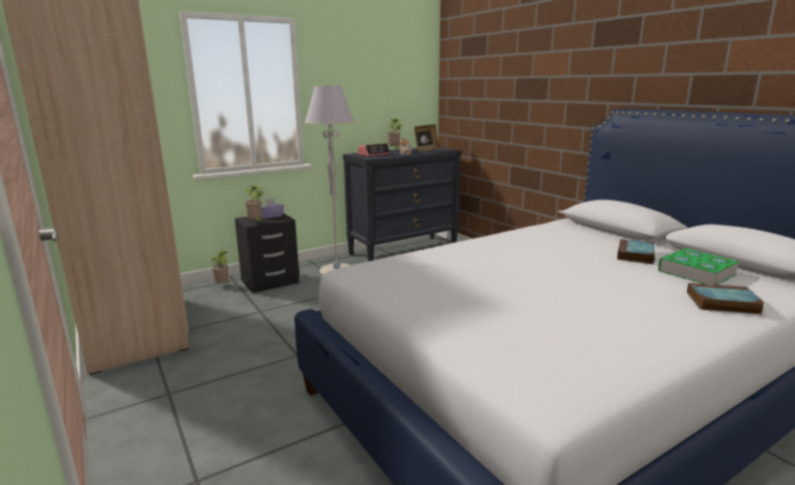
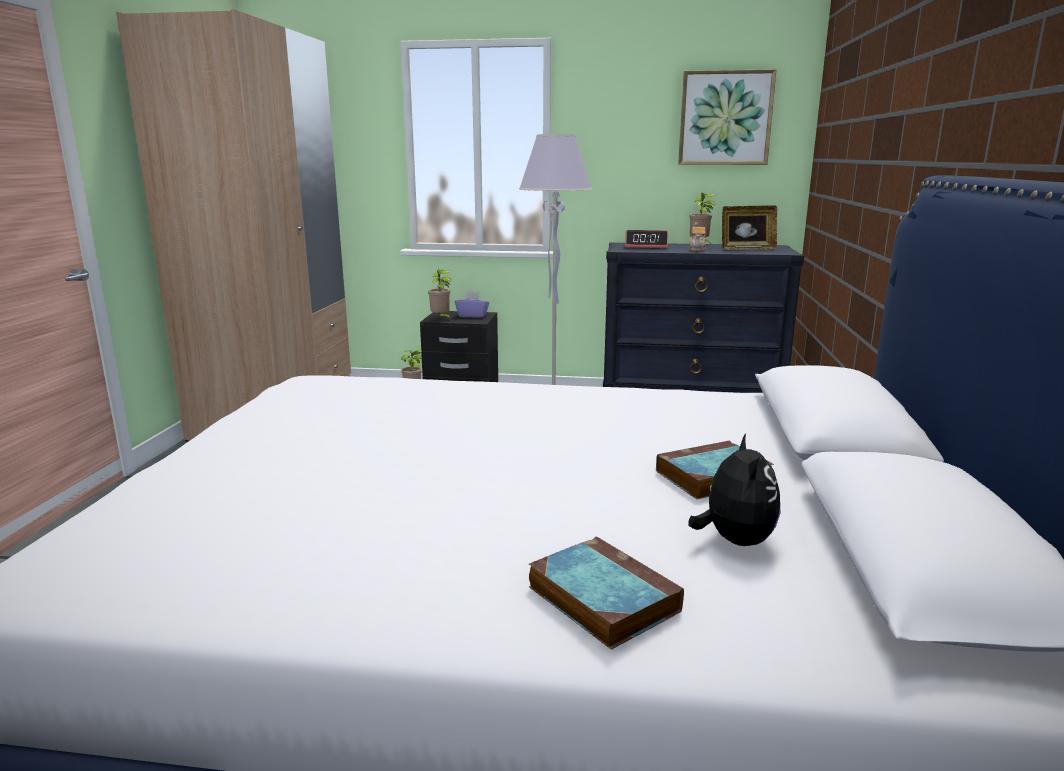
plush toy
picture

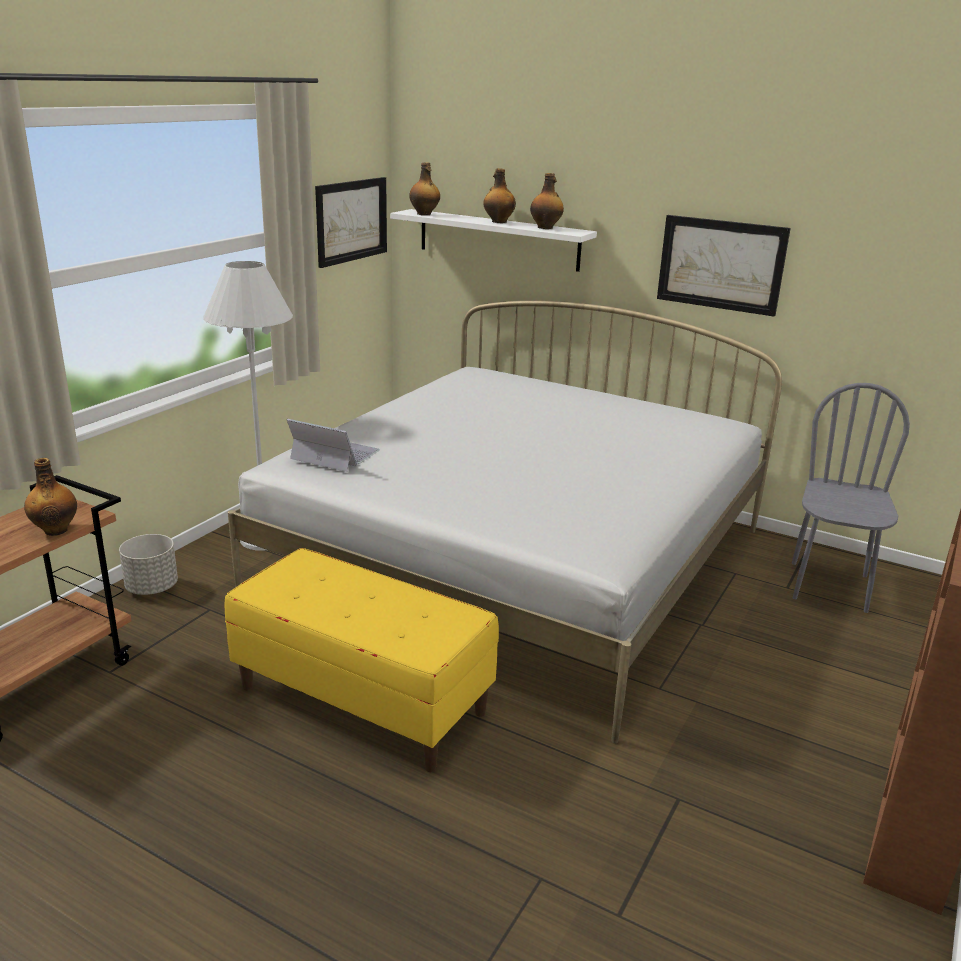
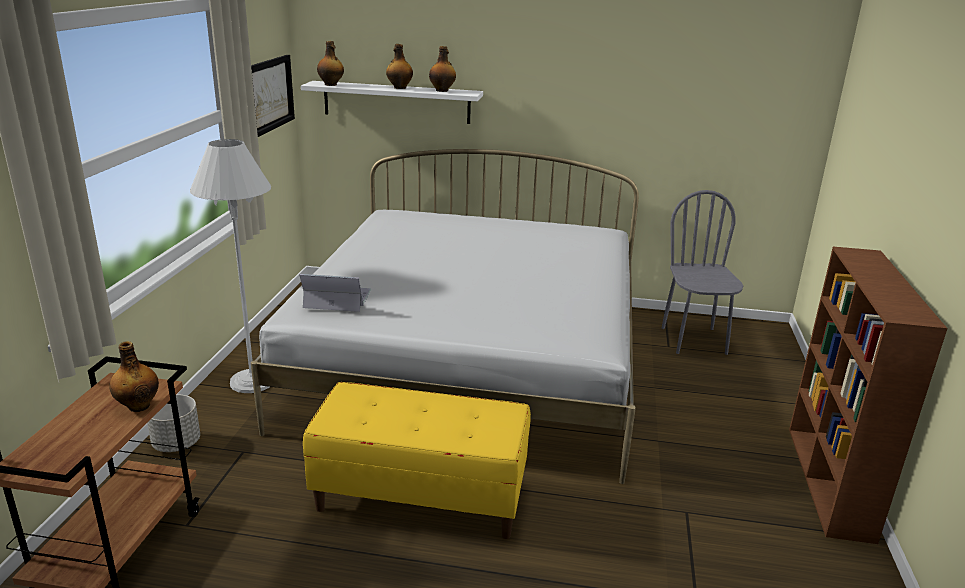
picture (2nd from left in the first image)

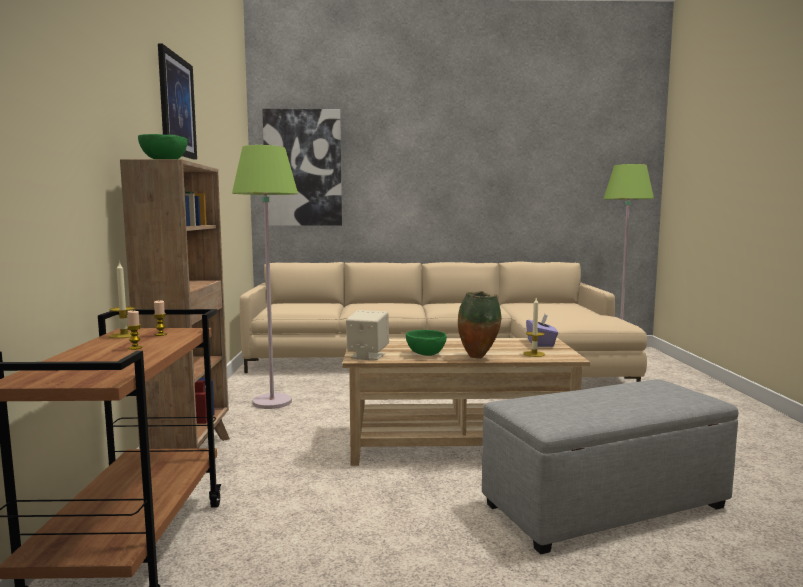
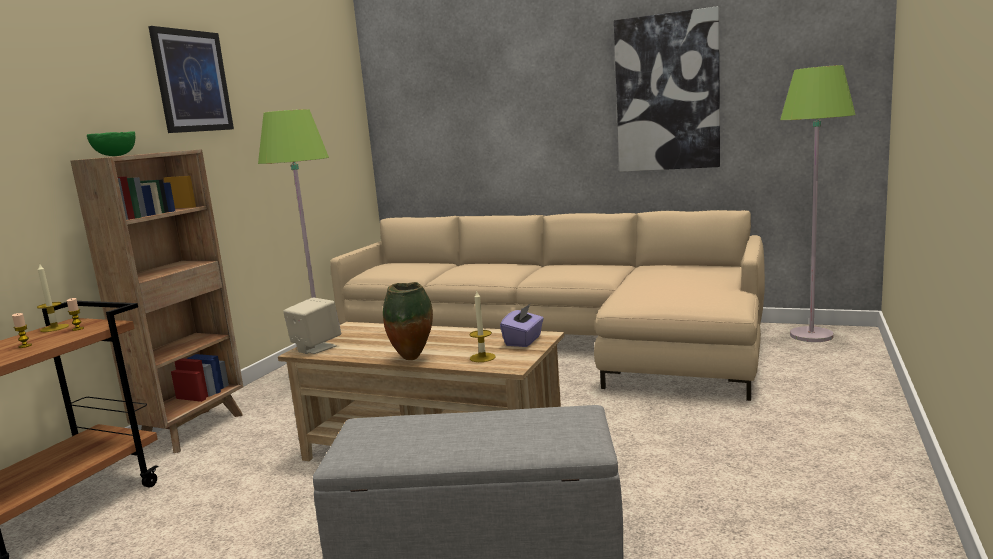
picture (2nd from left)
green bowl (2nd from left in the first image)

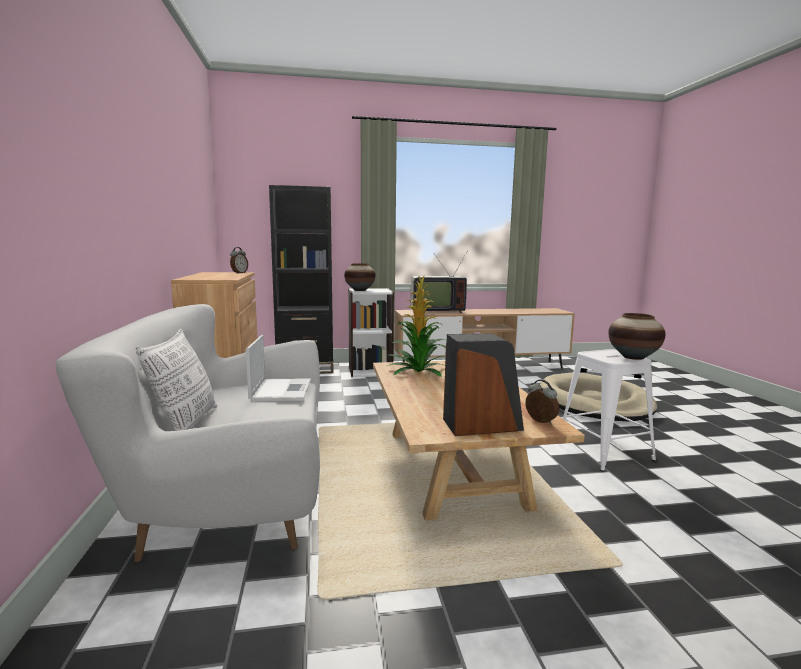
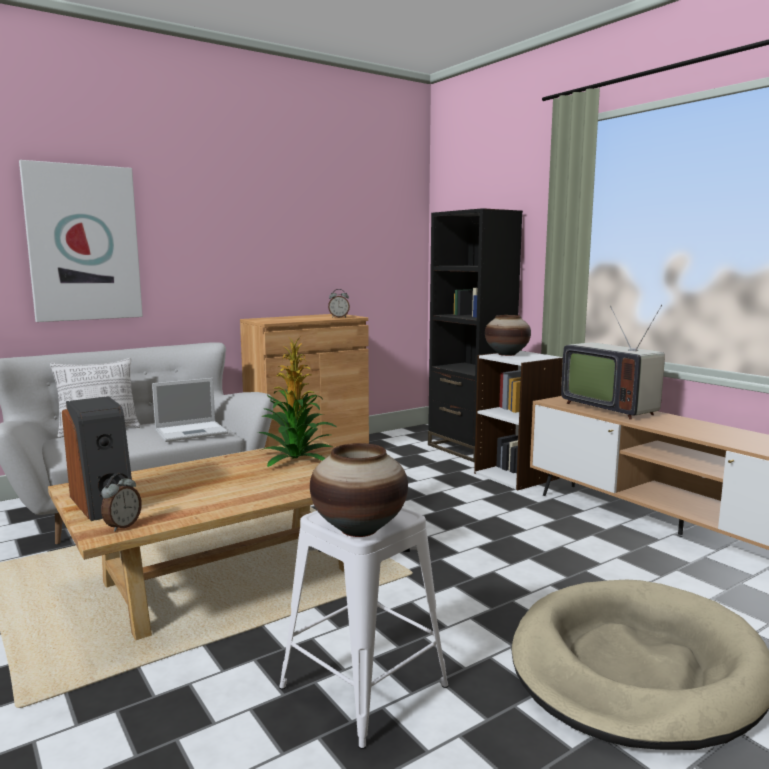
picture

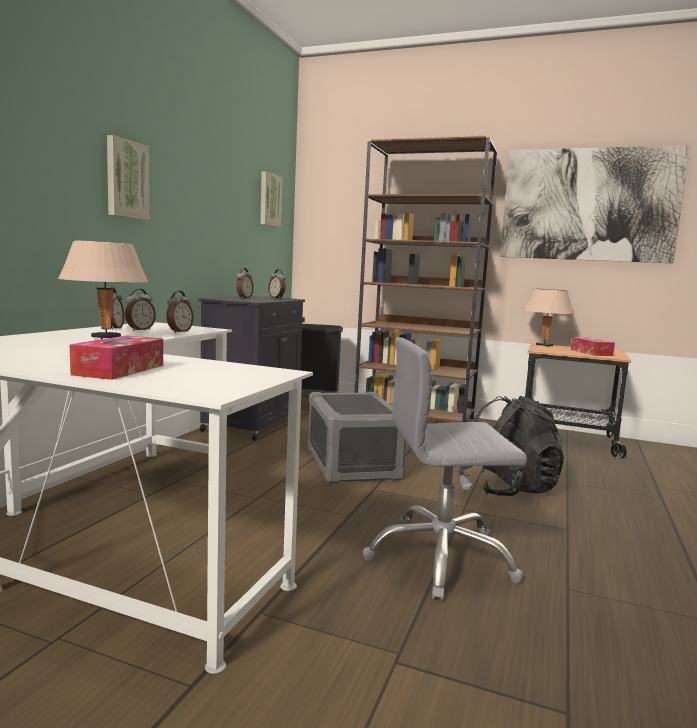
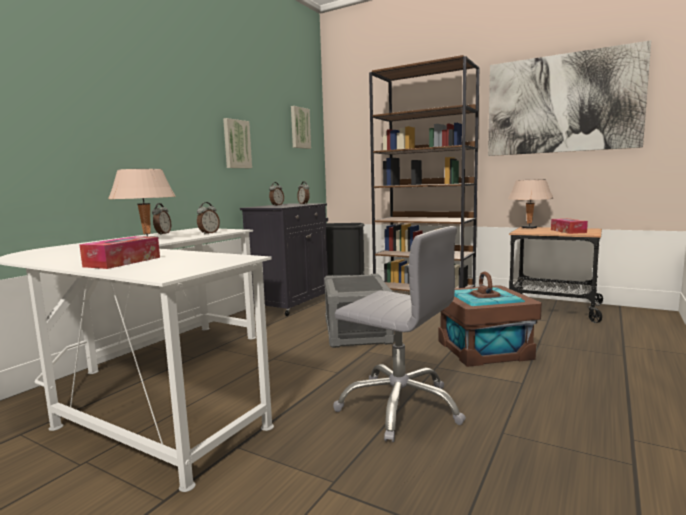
picture (1st from left)
alarm clock (2nd from left in the first image)
grey office chair
brown storage box

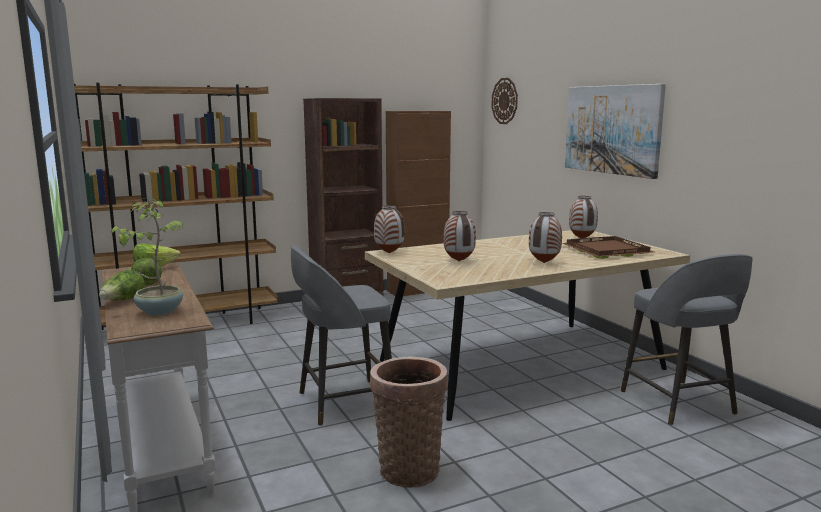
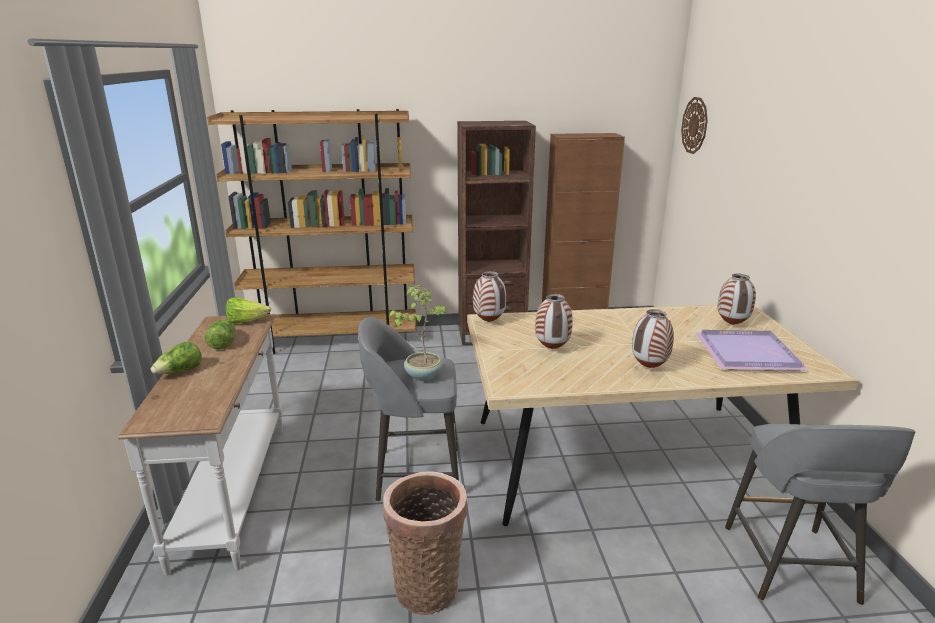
potted plant
purple tray
picture

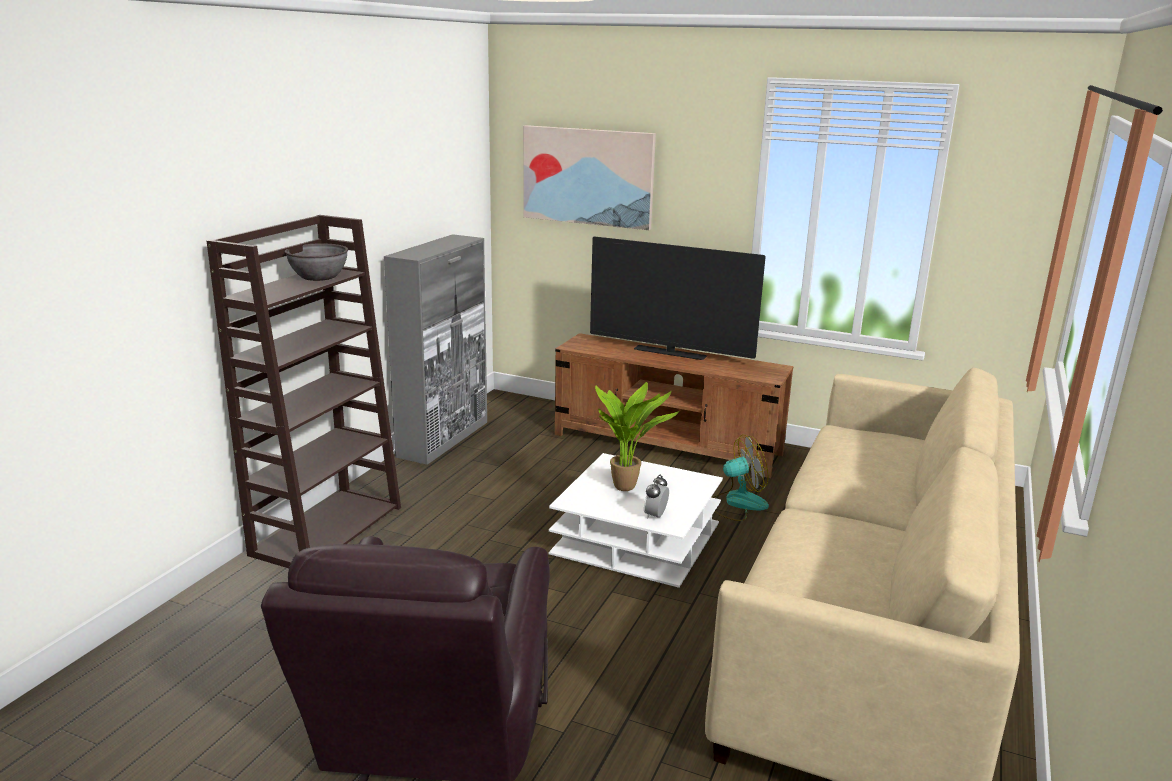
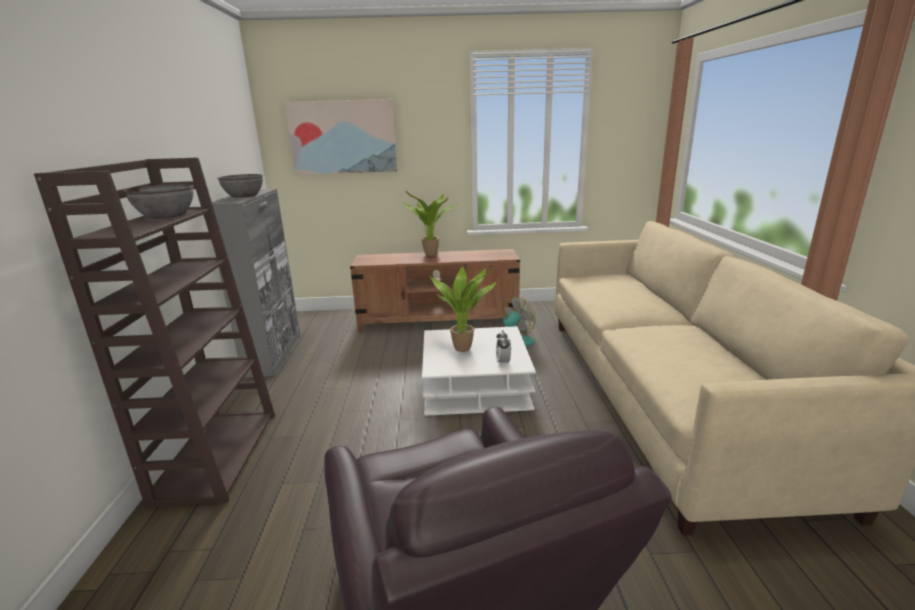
potted plant (1st from left)
grey bowl (2nd from left)

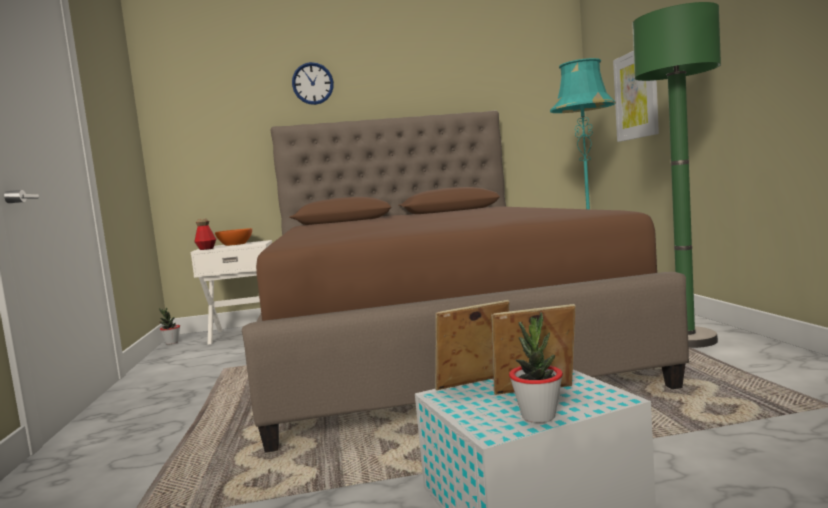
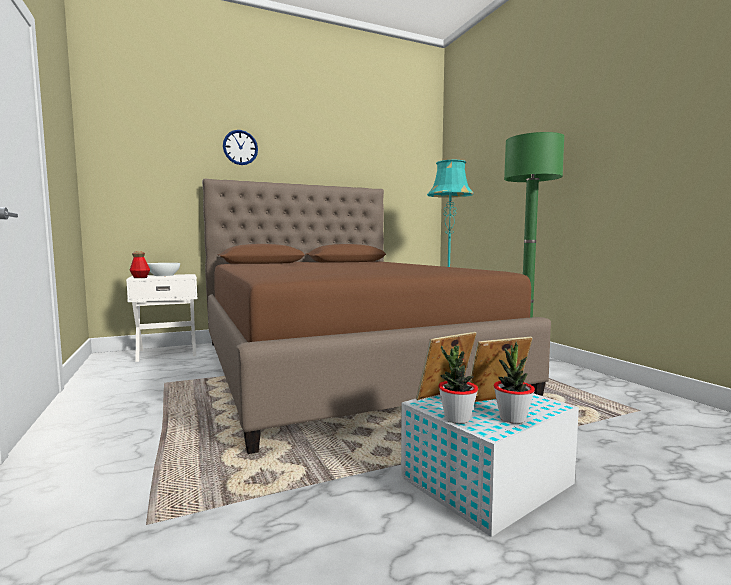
potted plant (1st from left)
white bowl
picture

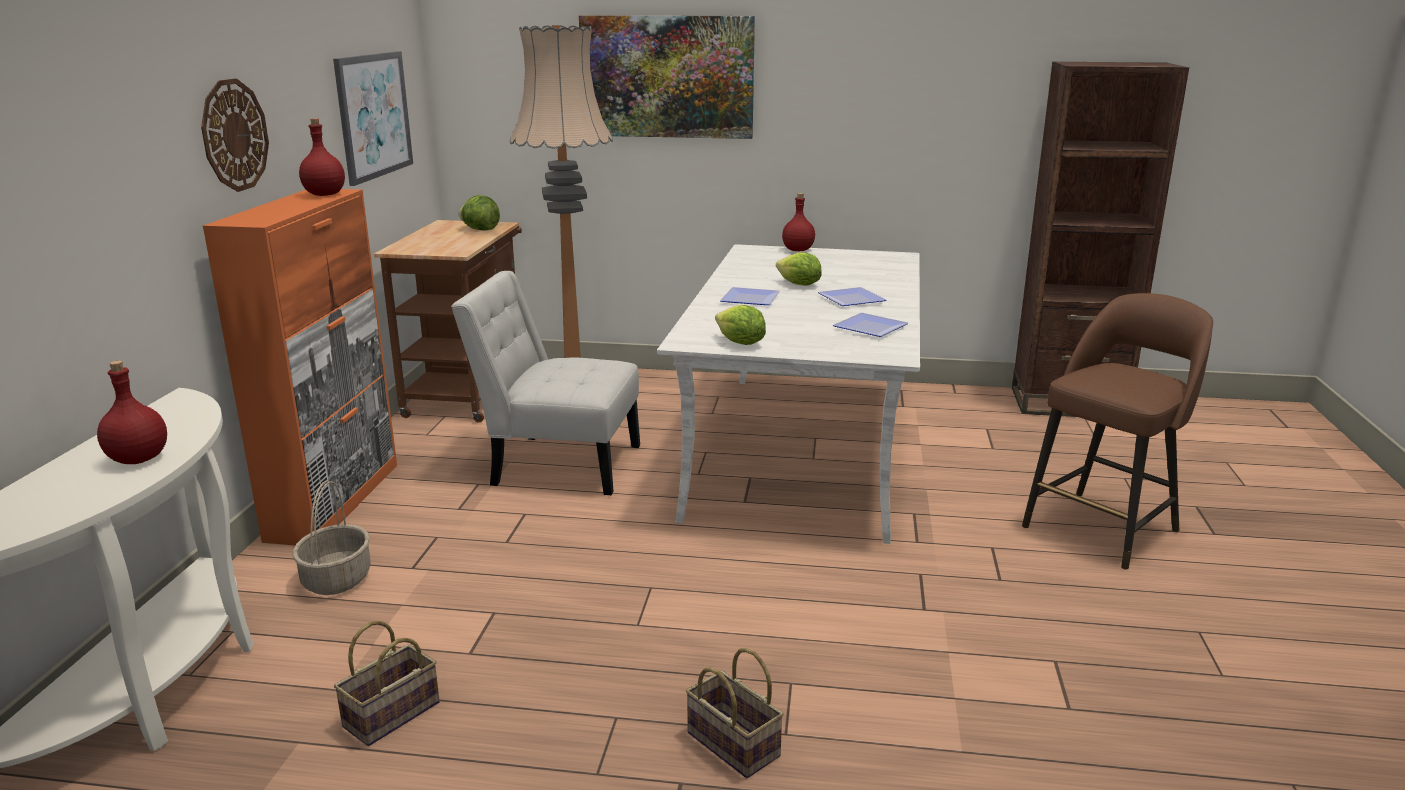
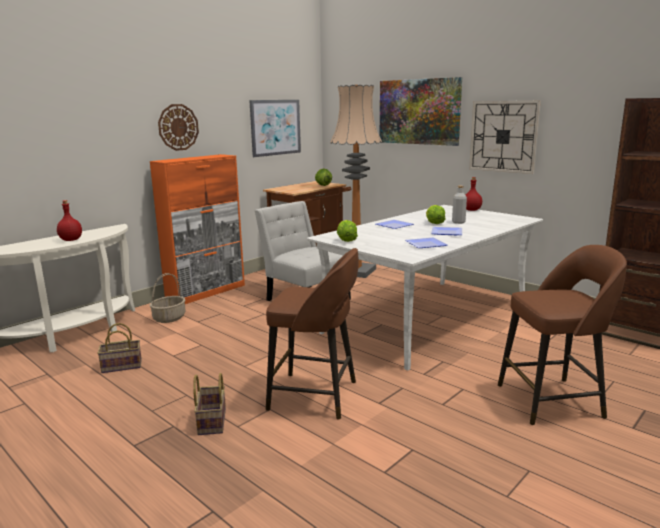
red bottle (2nd from left in the first image)
brown stool (1st from left)
grey bottle
wall clock (2nd from left)

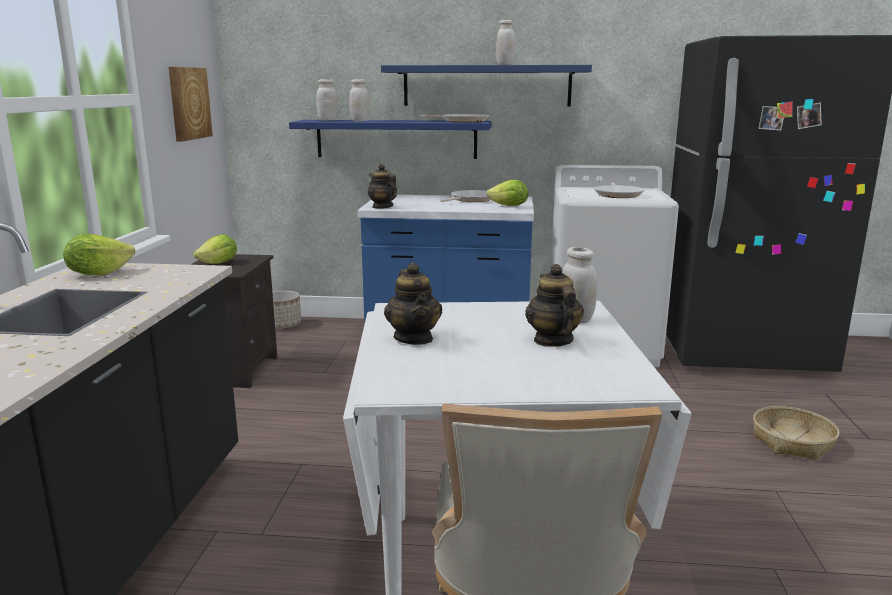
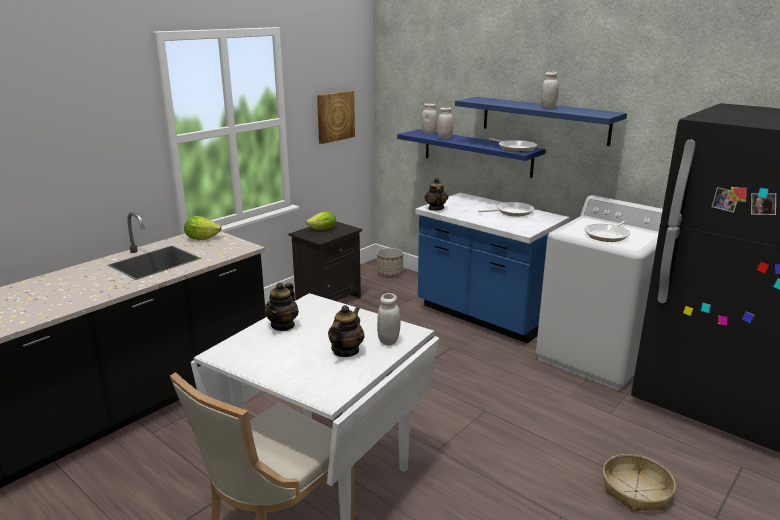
lettuce (3rd from left in the first image)

